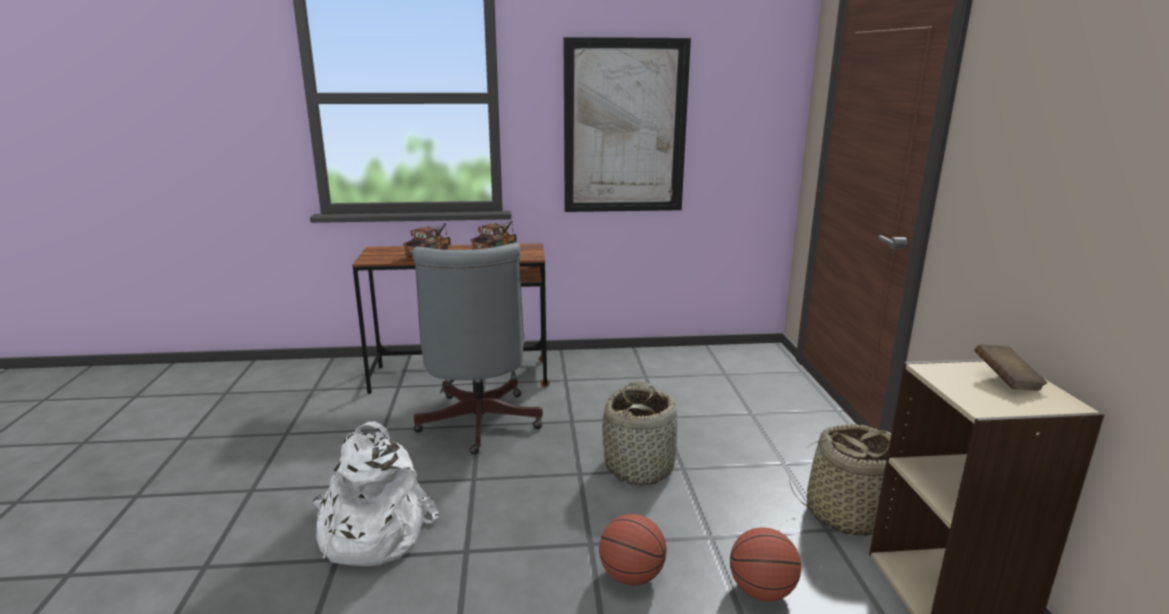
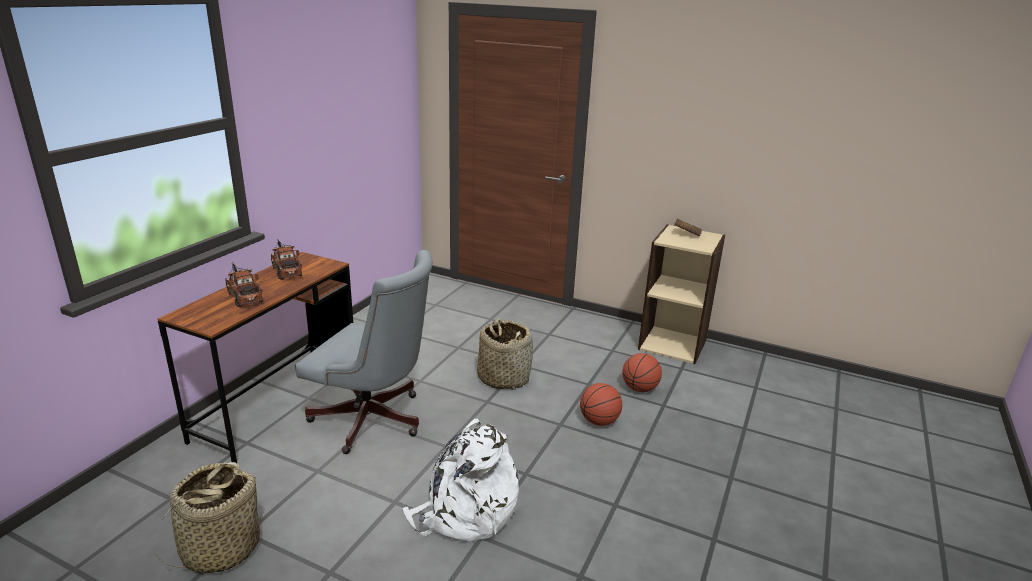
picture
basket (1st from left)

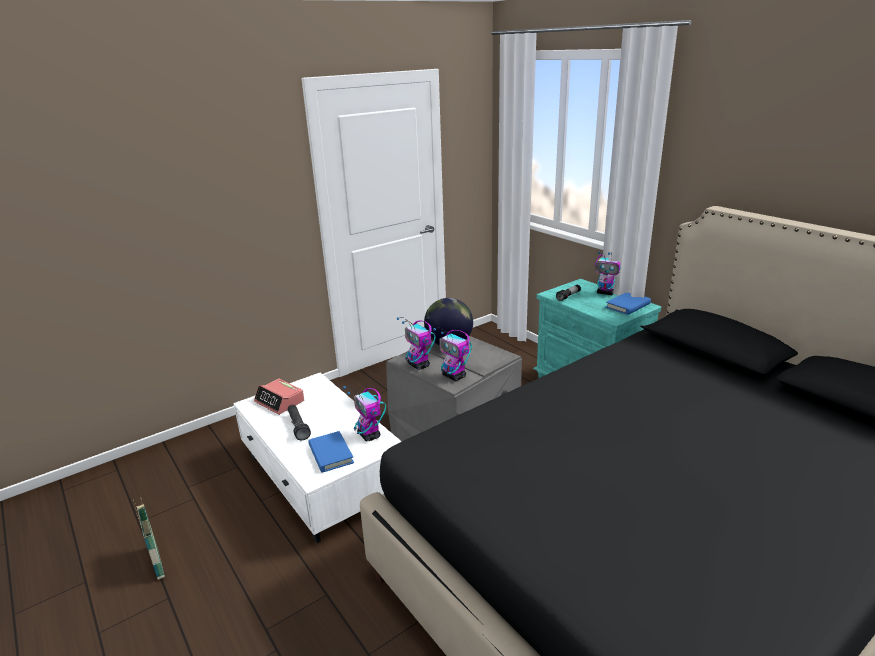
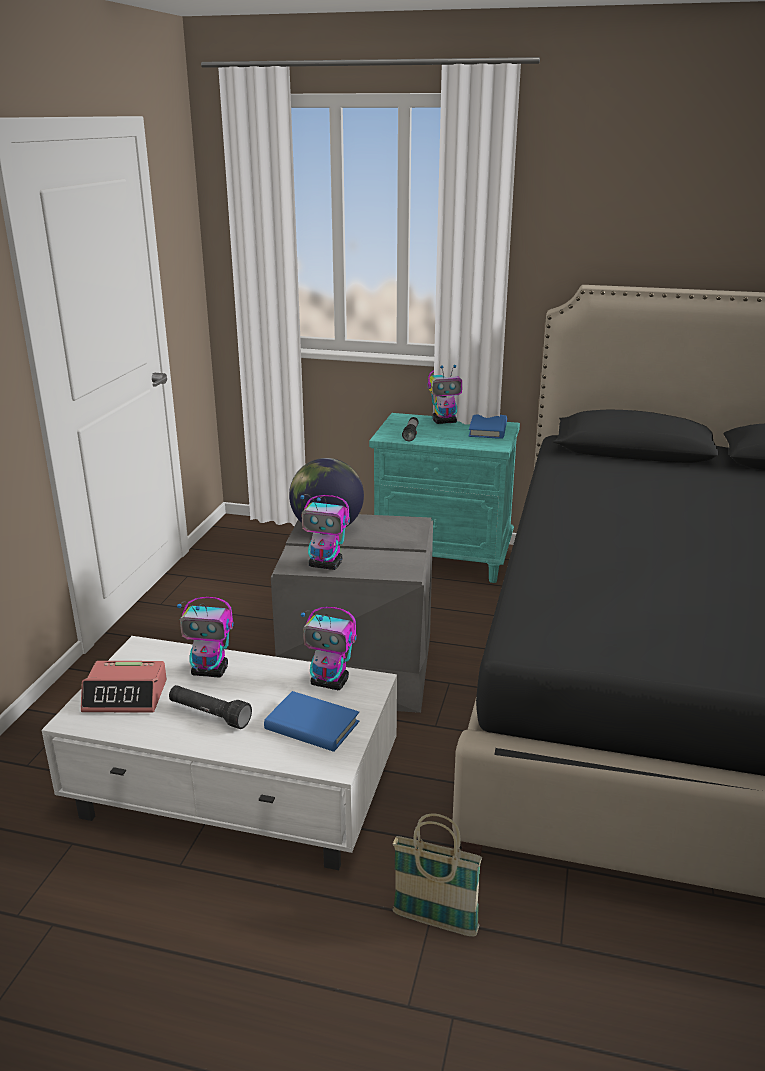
basket
toy robot (1st from left)

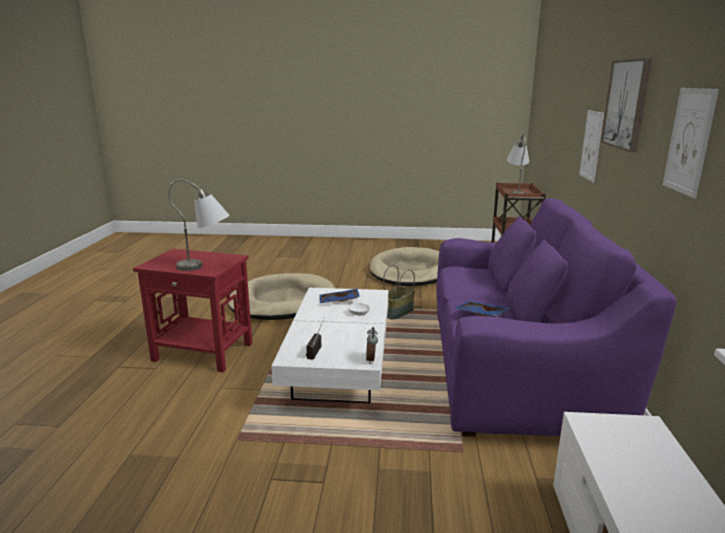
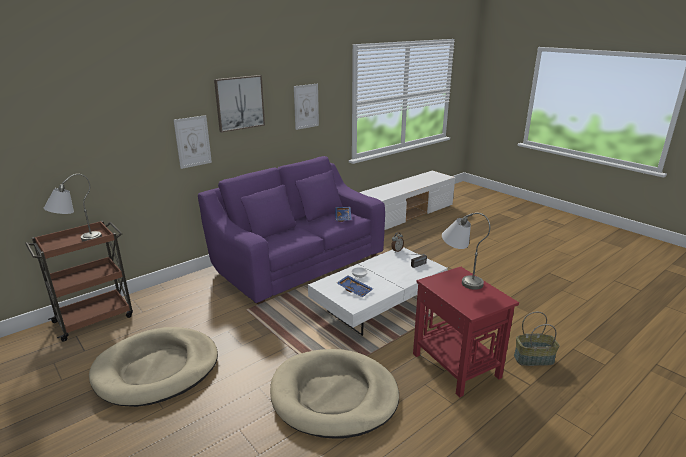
basket

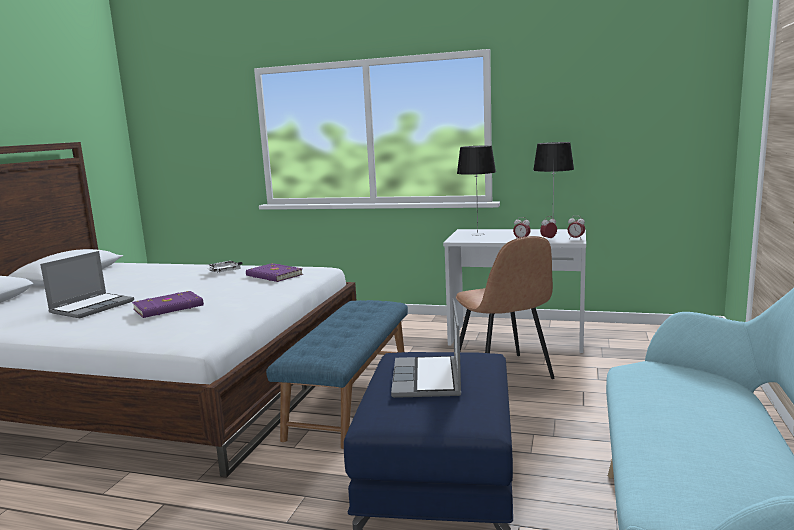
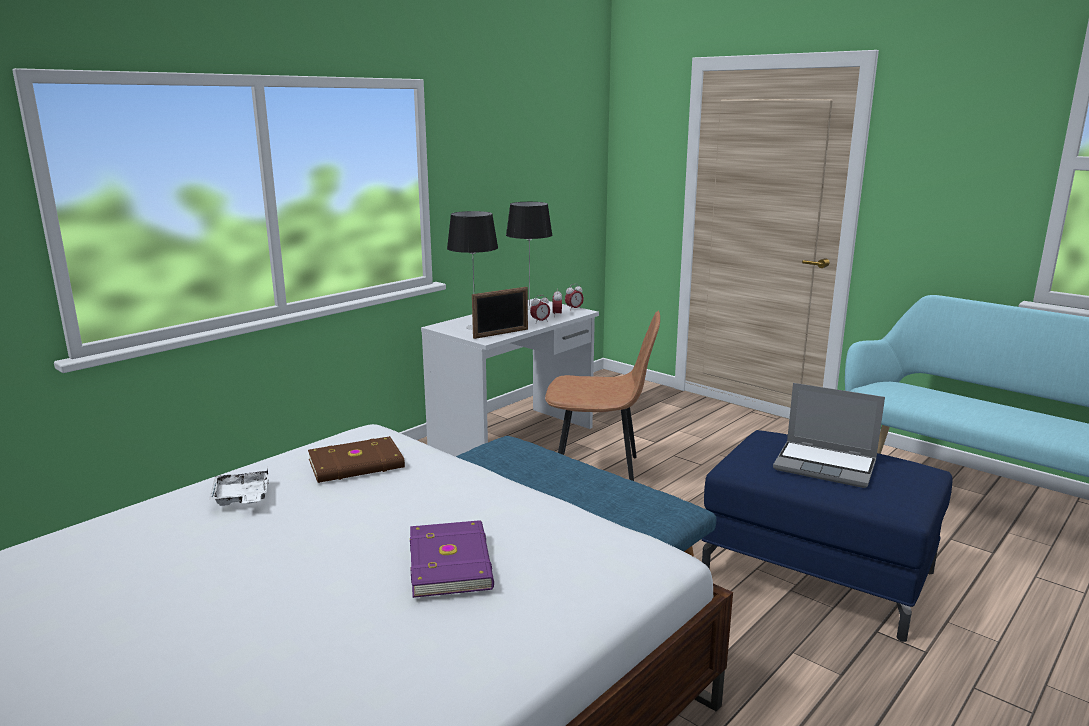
laptop (1st from left in the first image)
brown book
picture frame

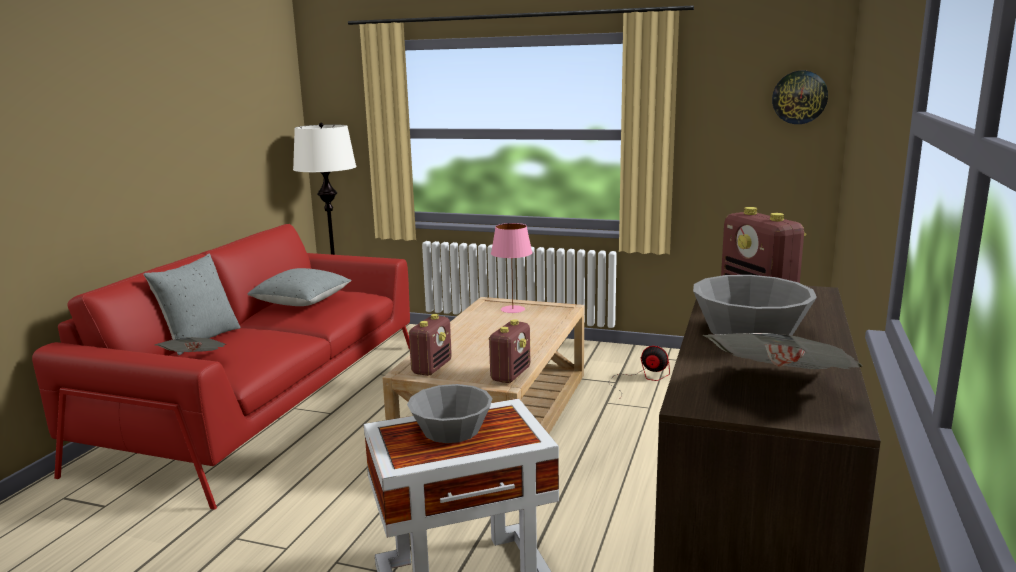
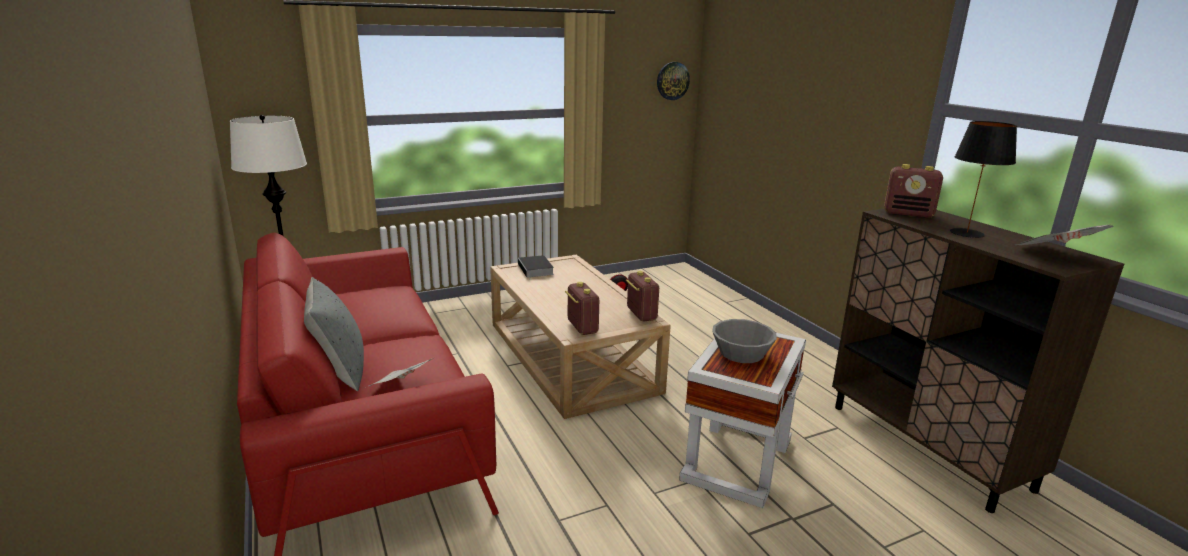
grey pillow (2nd from left in the first image)
book
black table lamp

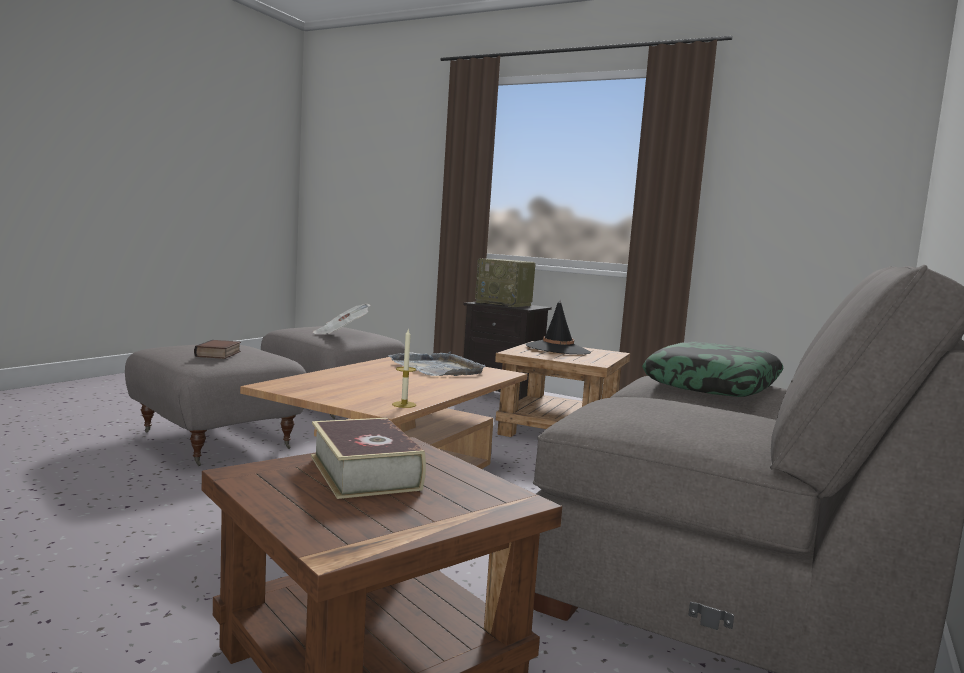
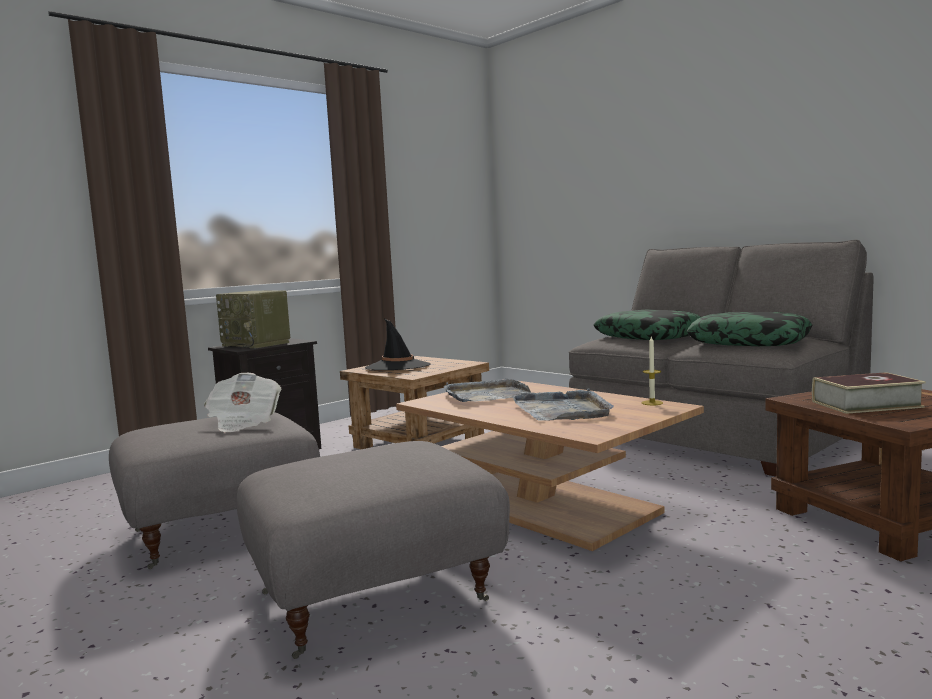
book (1st from left in the first image)
radio
grey tray (2nd from left)
pillow (2nd from left)

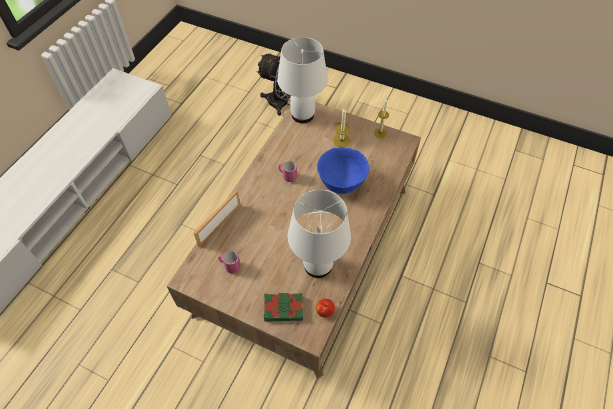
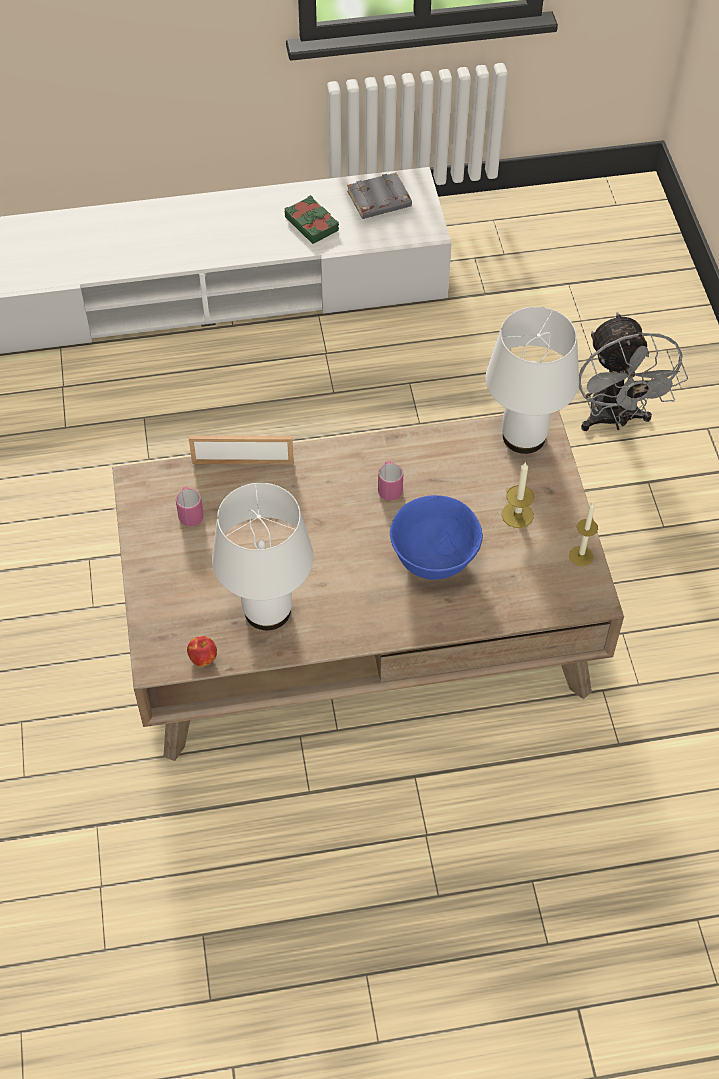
green book
grey book

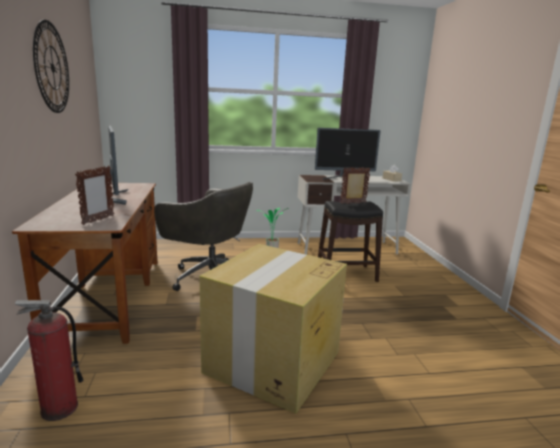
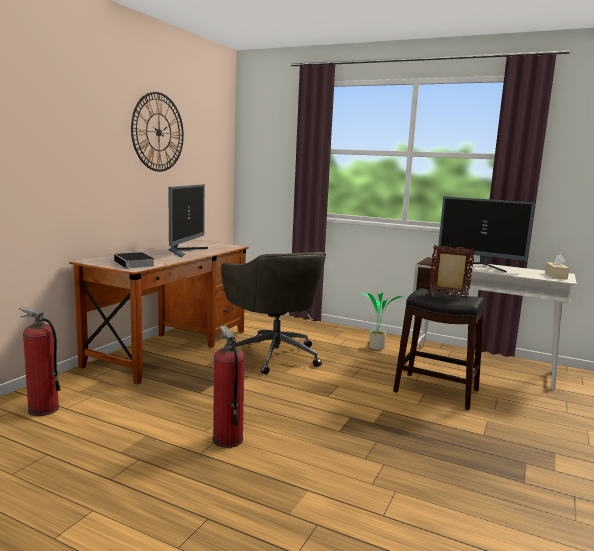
book
fire extinguisher (2nd from left)

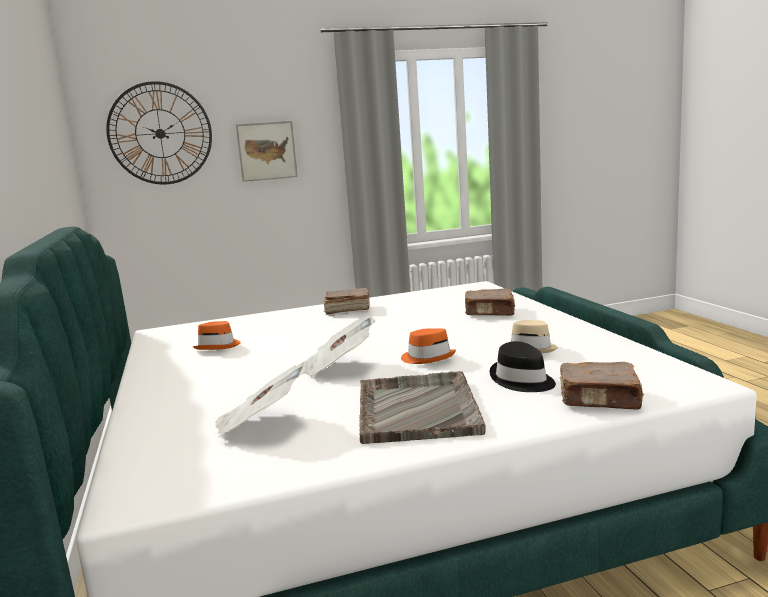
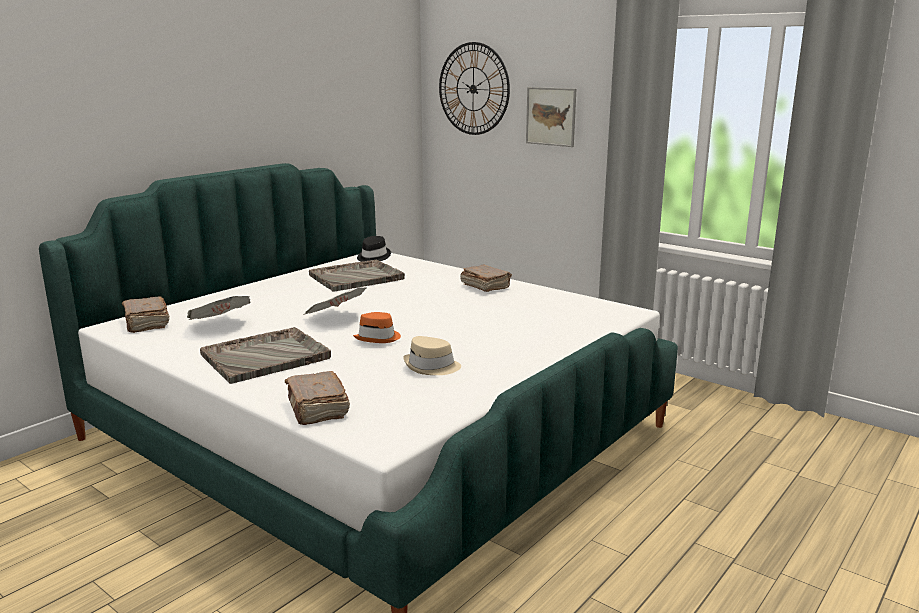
grey tray (2nd from left)
brown book (1st from left)
black hat

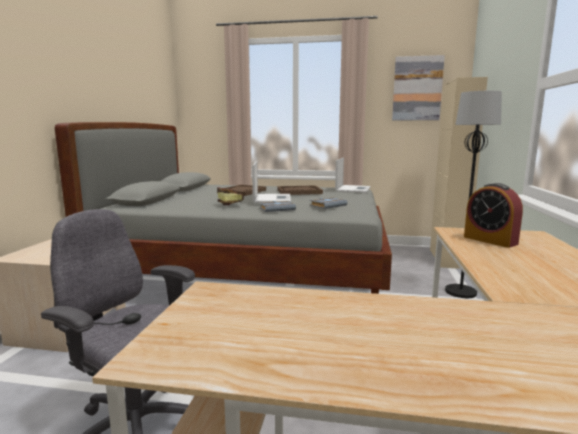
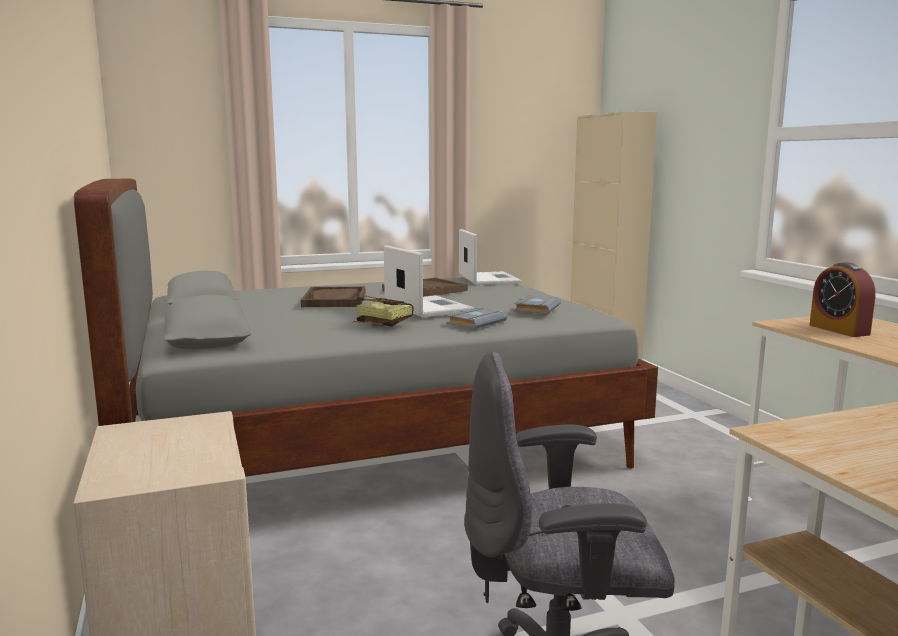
picture
black floor lamp
alarm clock

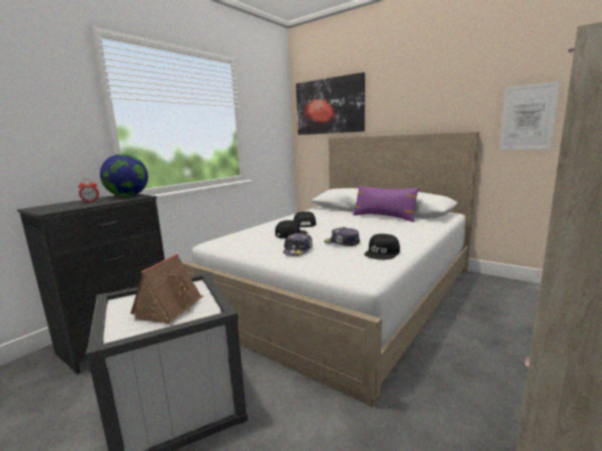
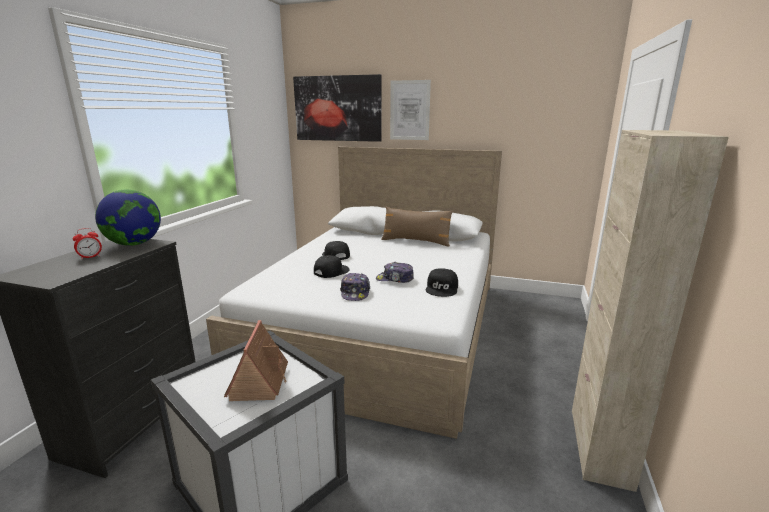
brown pillow
picture (2nd from left)

